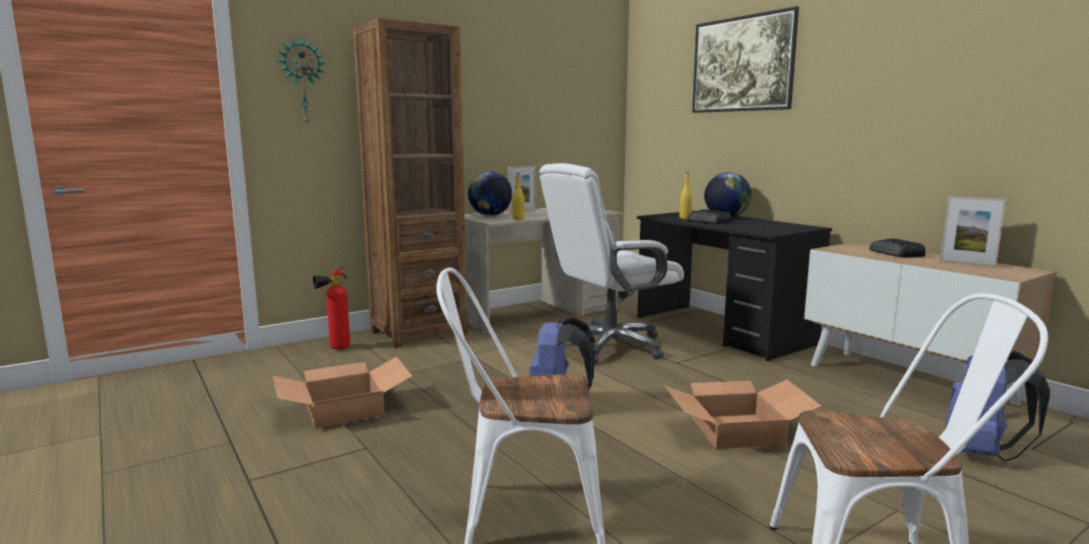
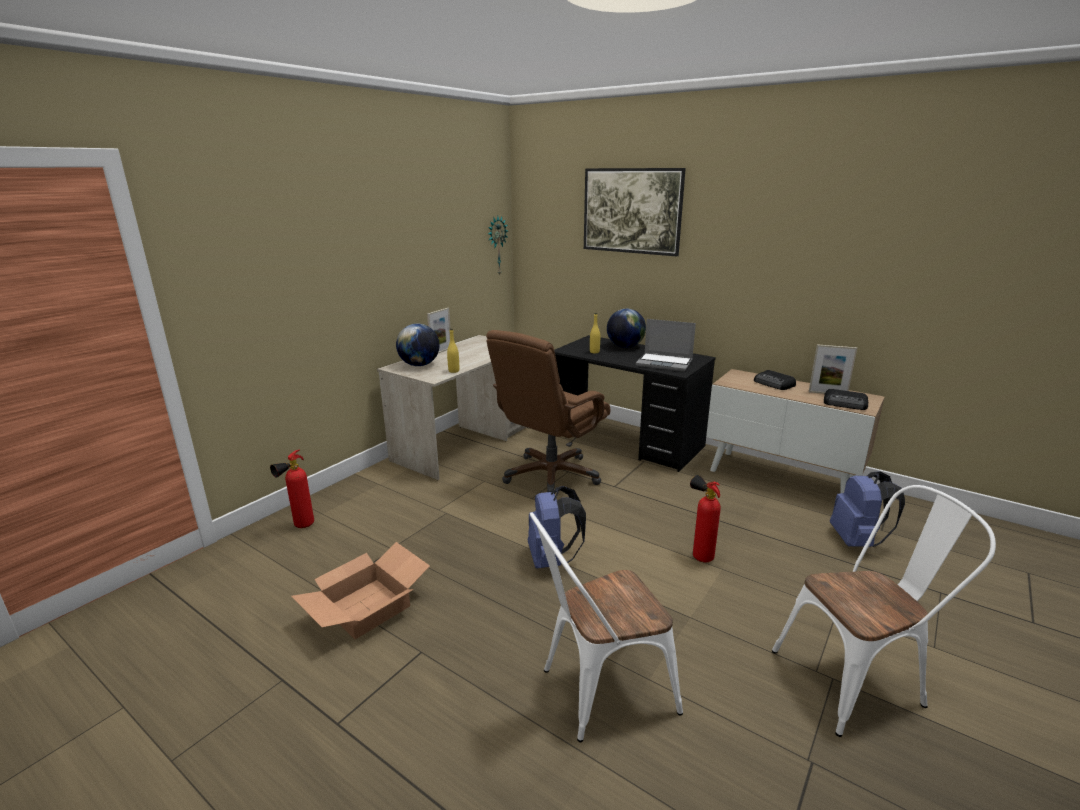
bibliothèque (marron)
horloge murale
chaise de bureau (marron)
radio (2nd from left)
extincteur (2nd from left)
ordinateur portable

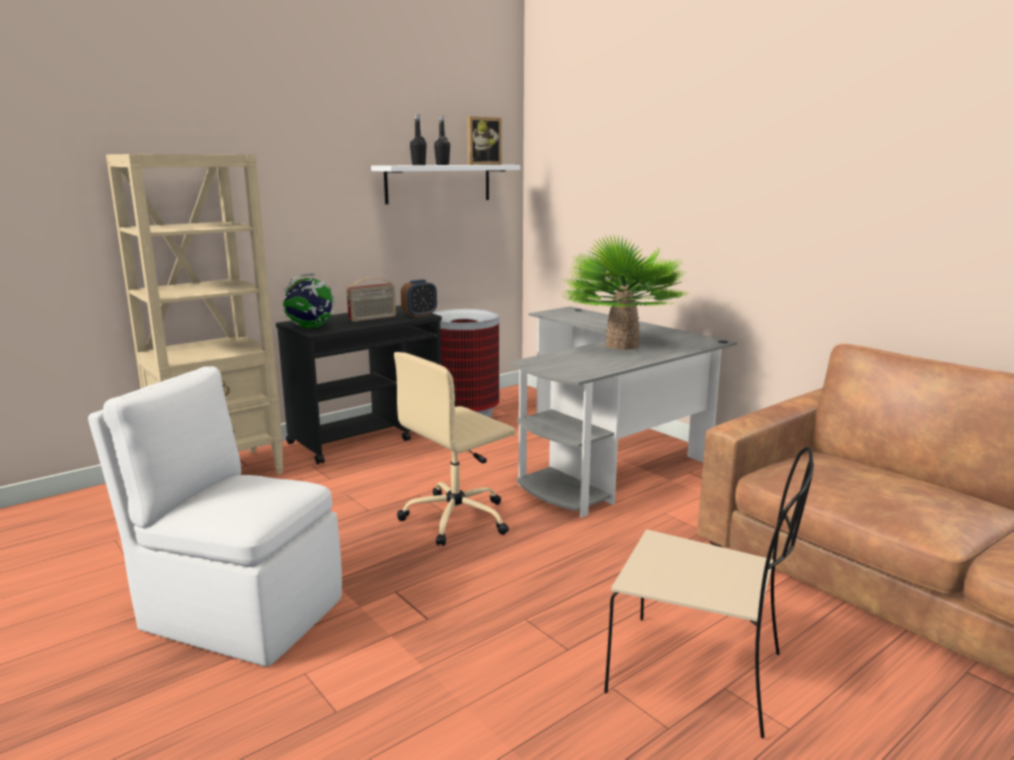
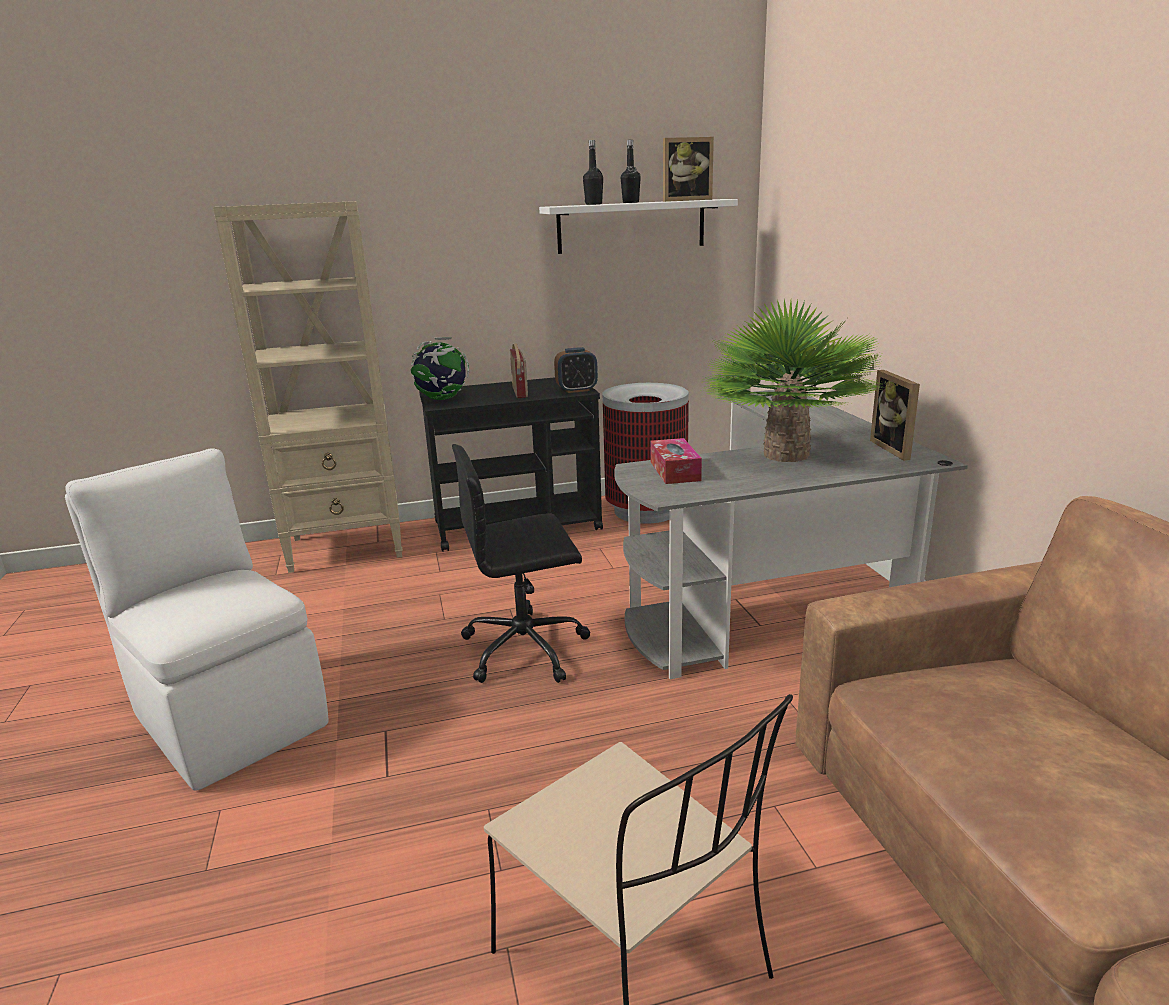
radio
chaise de bureau (noir)
cadre photo (2nd from left)
boîte à mouchoirs

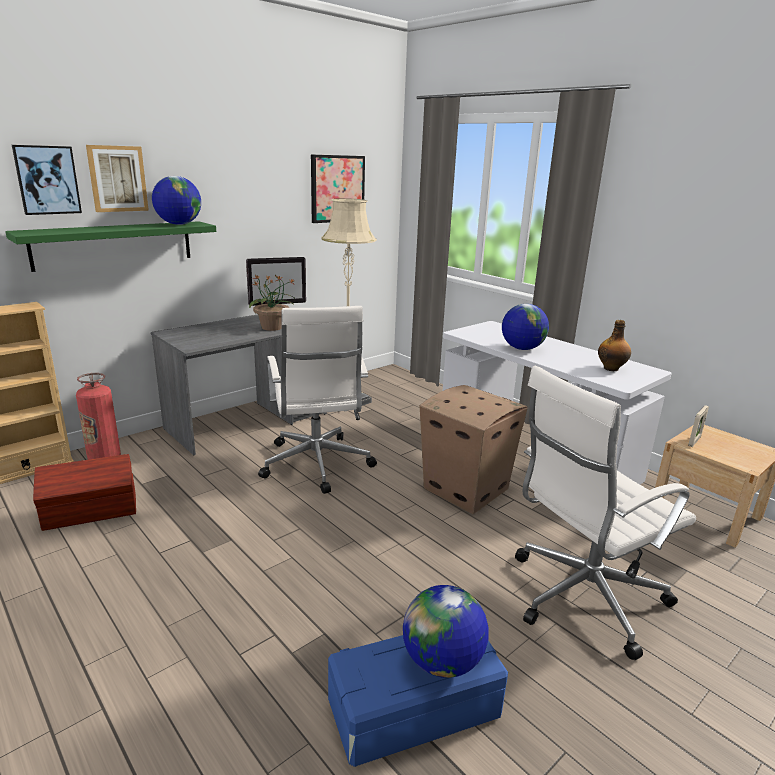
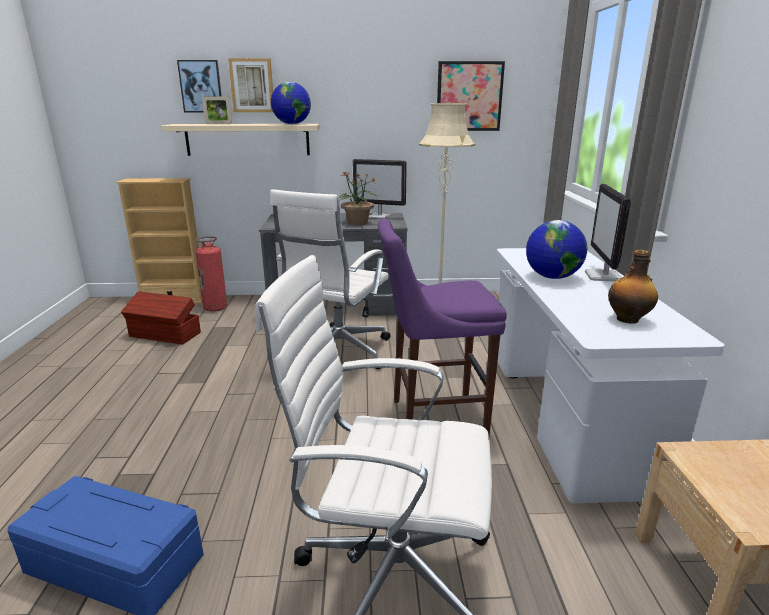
étagère (beige)
tabouret (violet)
cadre photo
globe (2nd from left in the first image)
écran d'ordinateur (2nd from left)

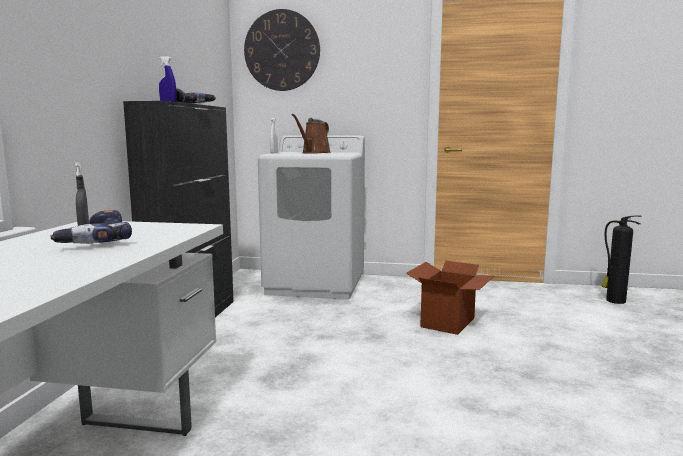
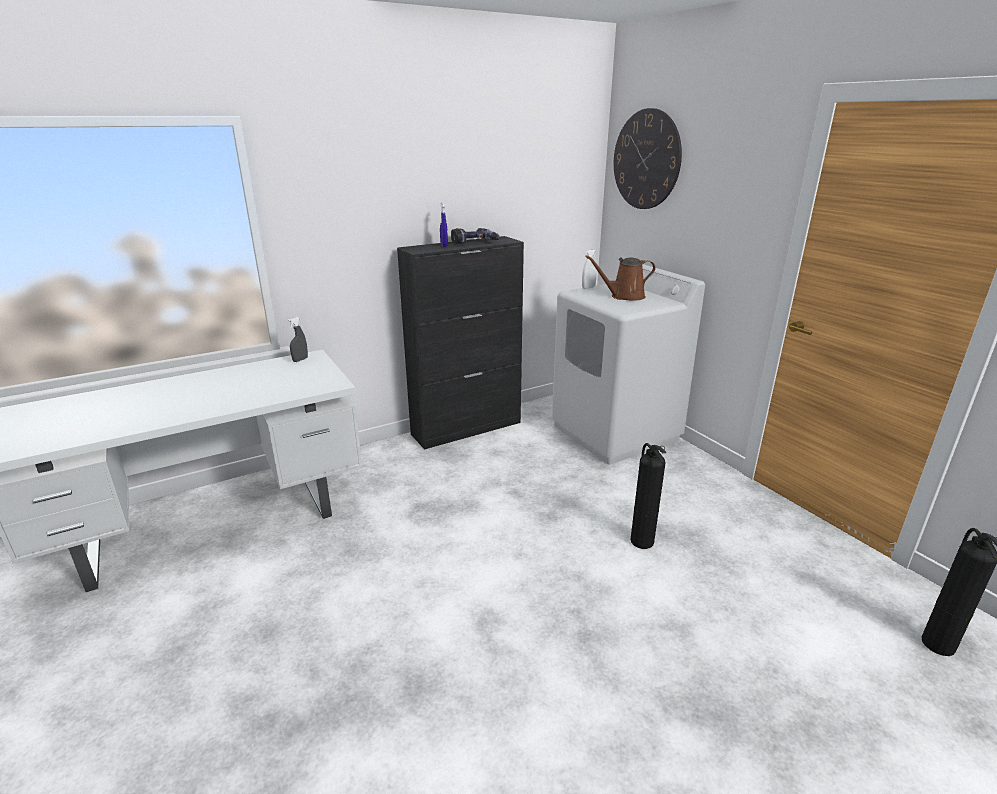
perceuse (1st from left in the first image)
extincteur (1st from left)

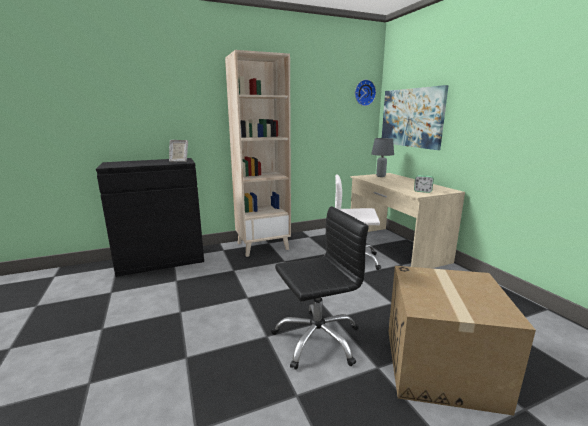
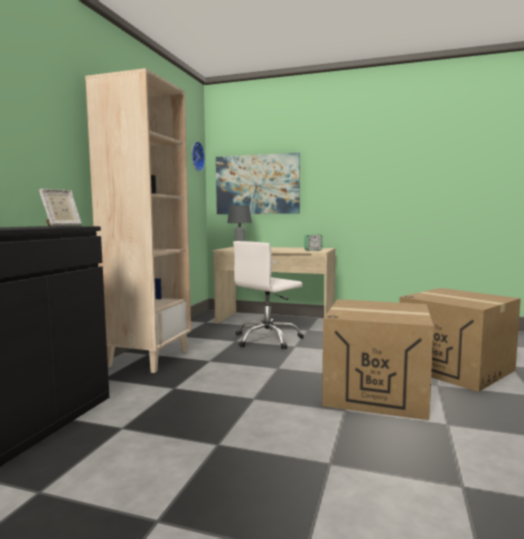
carton (1st from left)

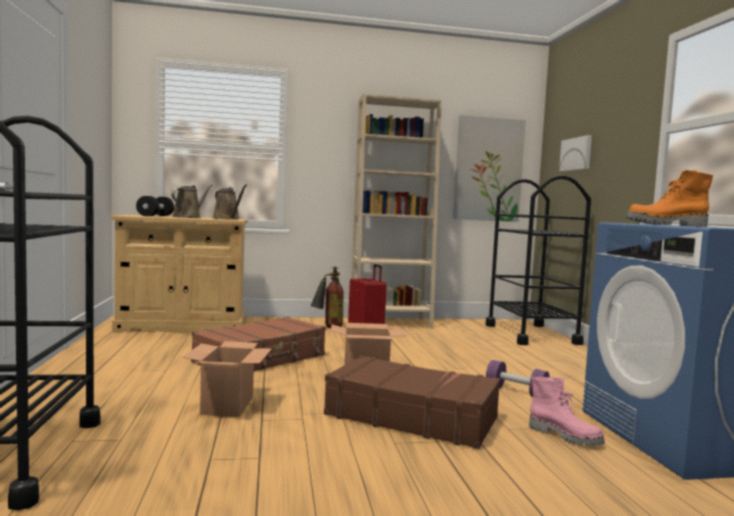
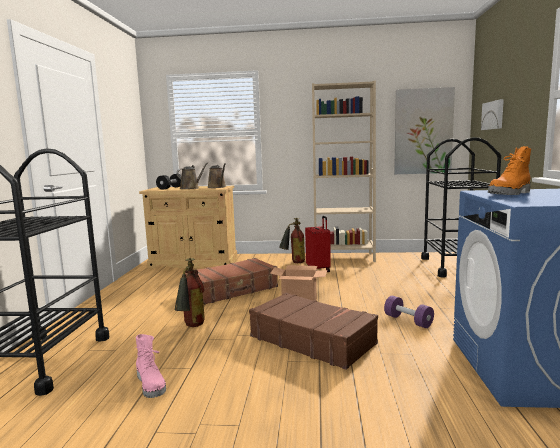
botte (orange)
extincteur (1st from left)
botte (rose)

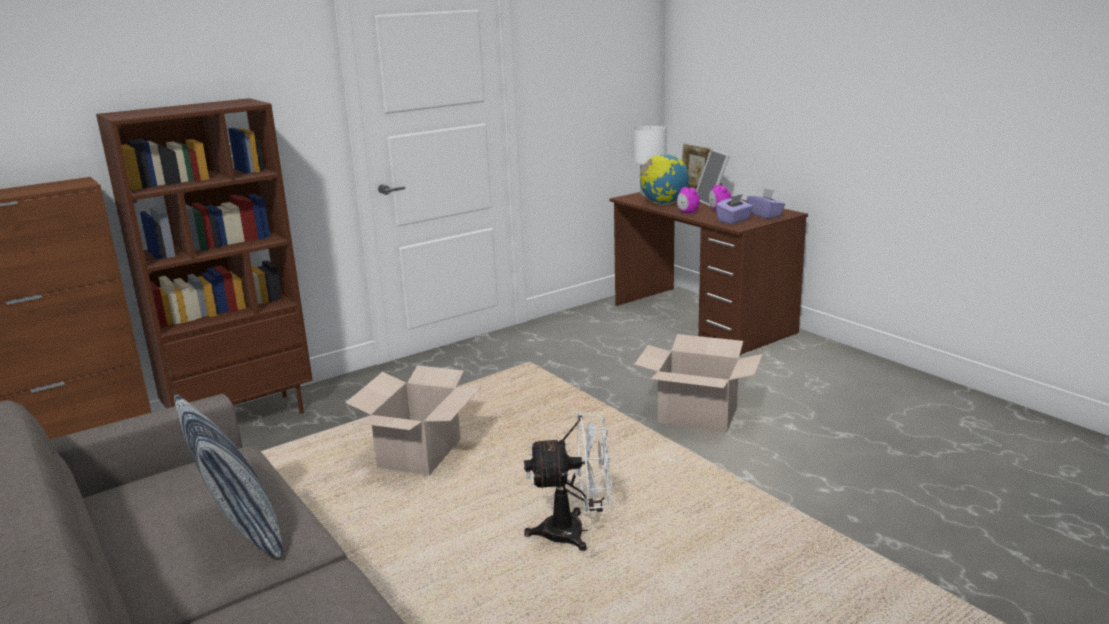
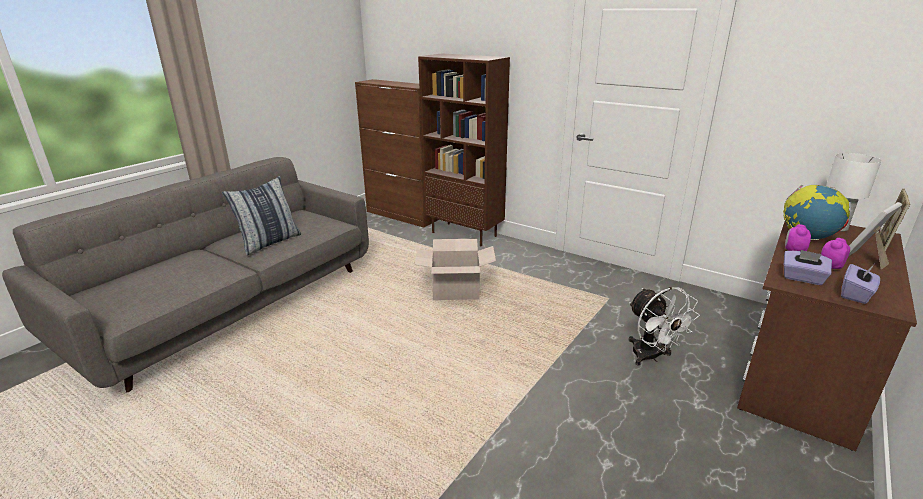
carton (2nd from left in the first image)
ventilateur (blanc)

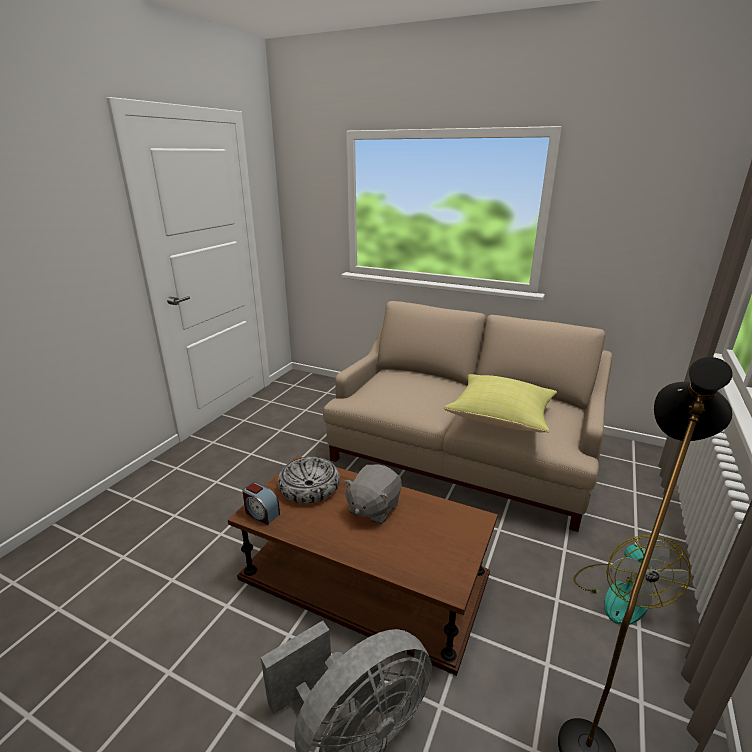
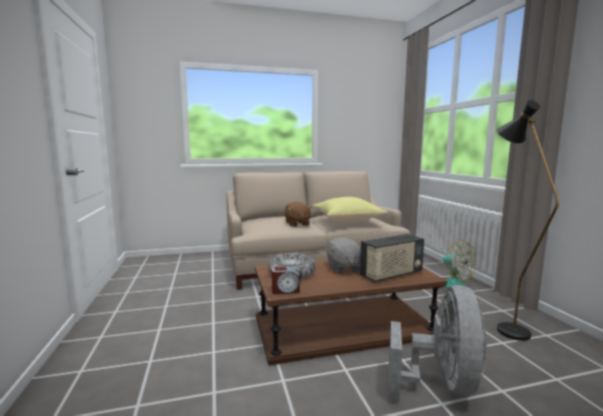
peluche (marron)
radio

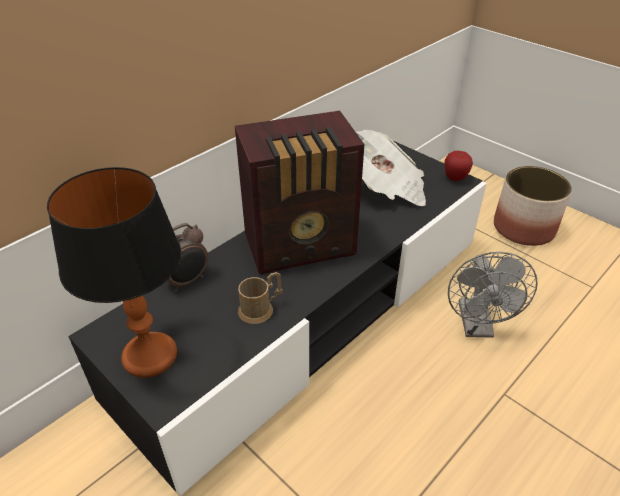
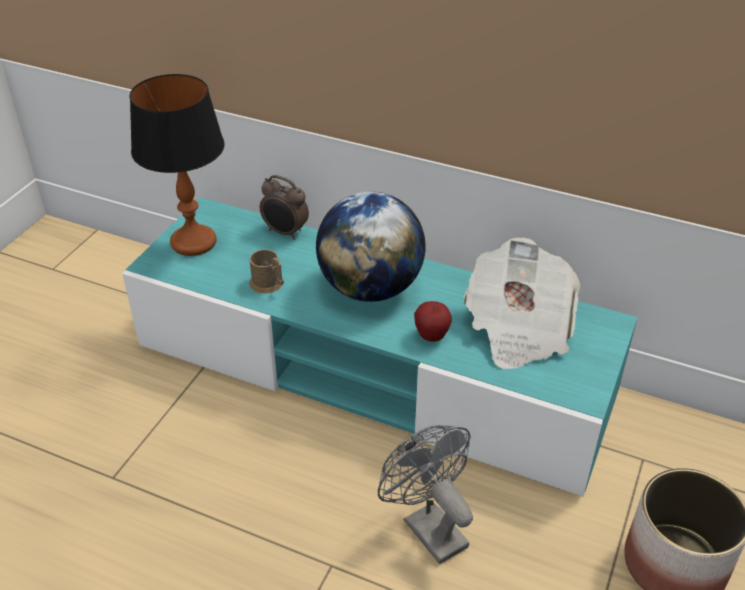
globe
meuble télé (turquoise)
pomme
ventilateur (gris)

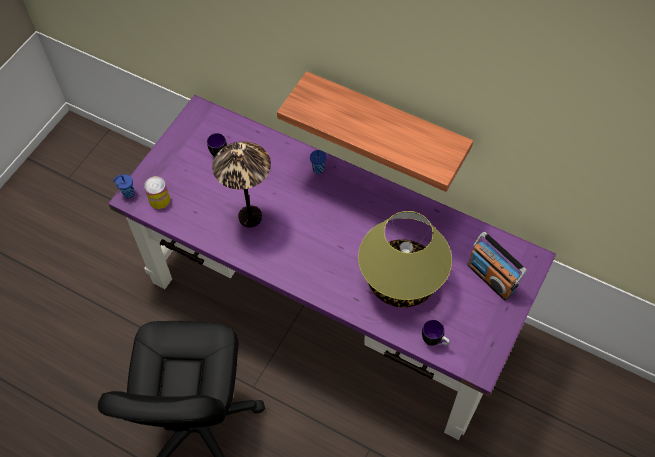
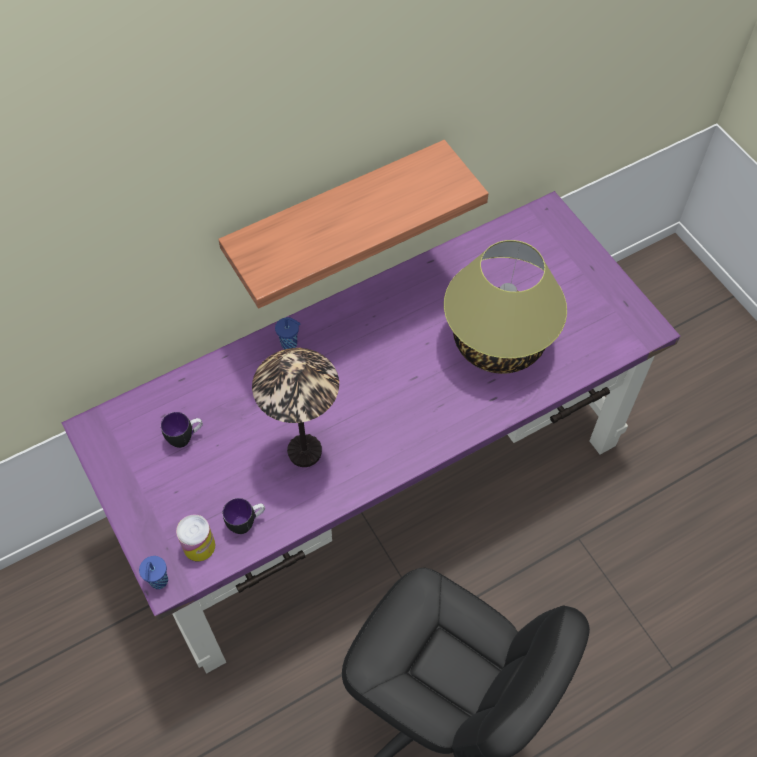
radio
mug (2nd from left)

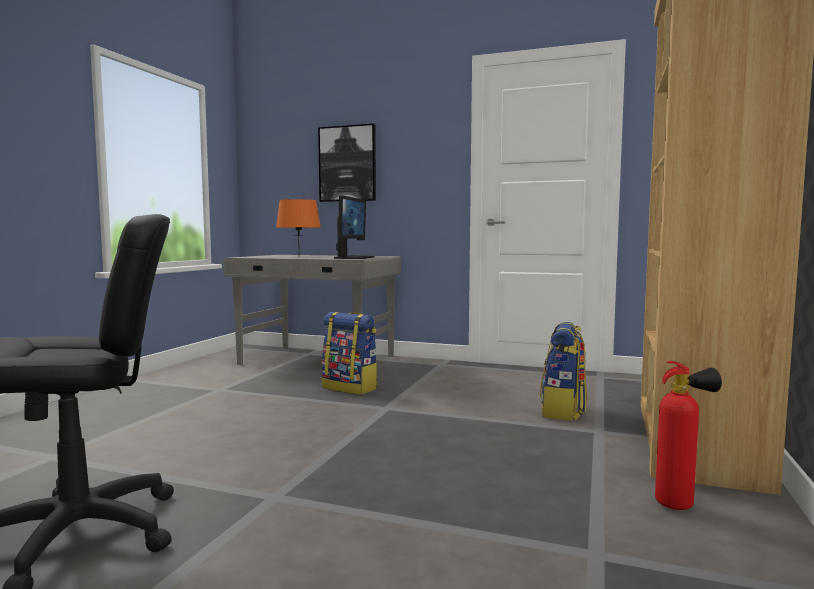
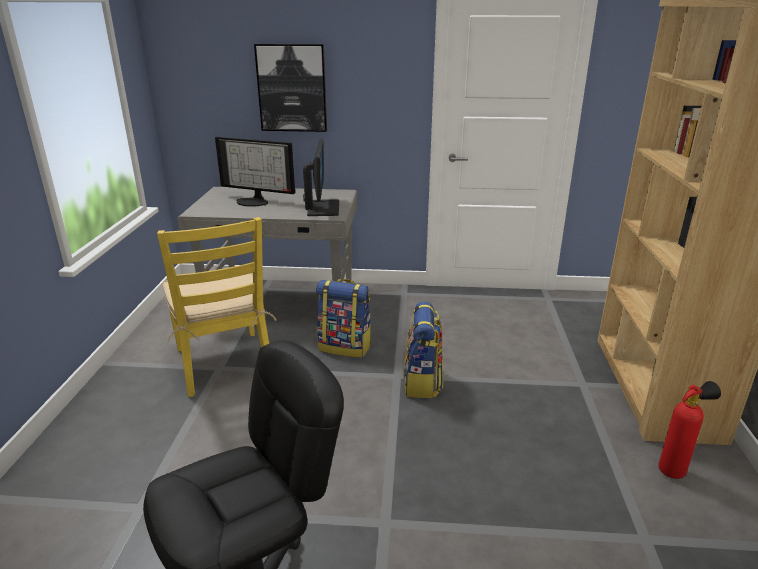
écran d'ordinateur (1st from left)
sac à dos (2nd from left)
chaise (jaune)

